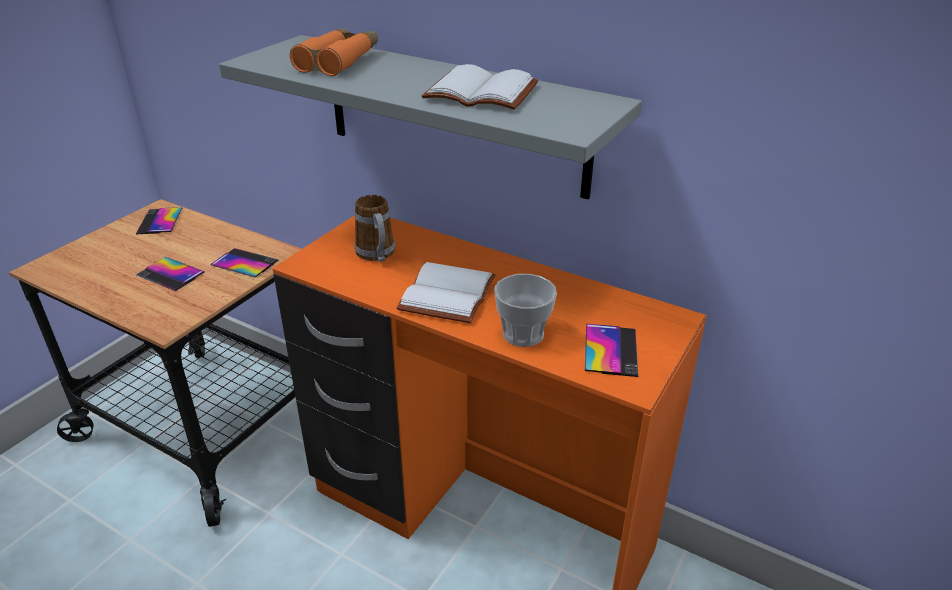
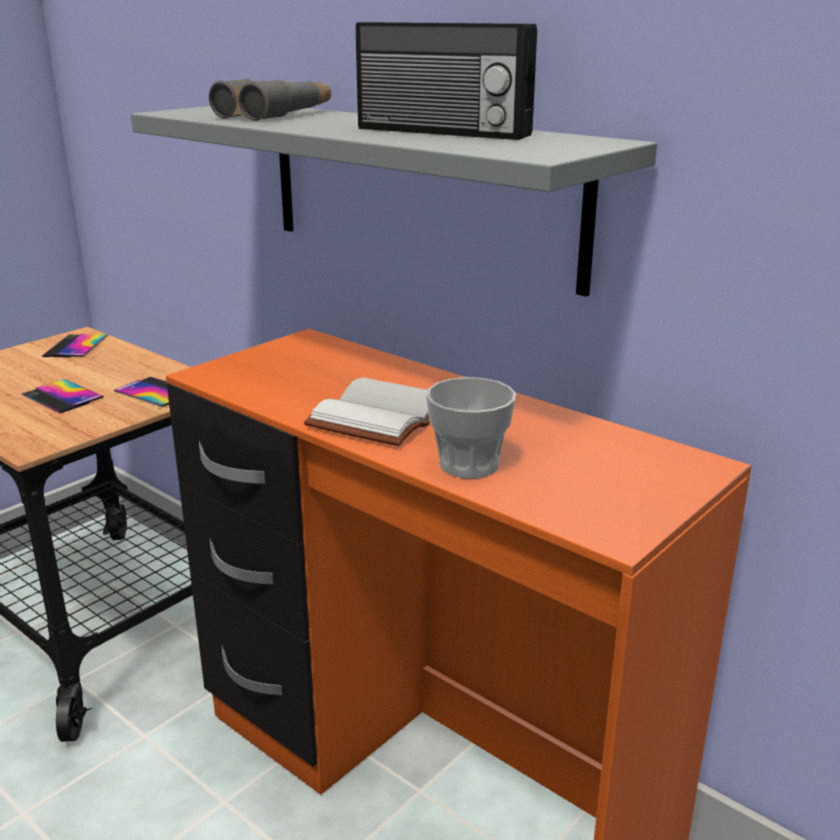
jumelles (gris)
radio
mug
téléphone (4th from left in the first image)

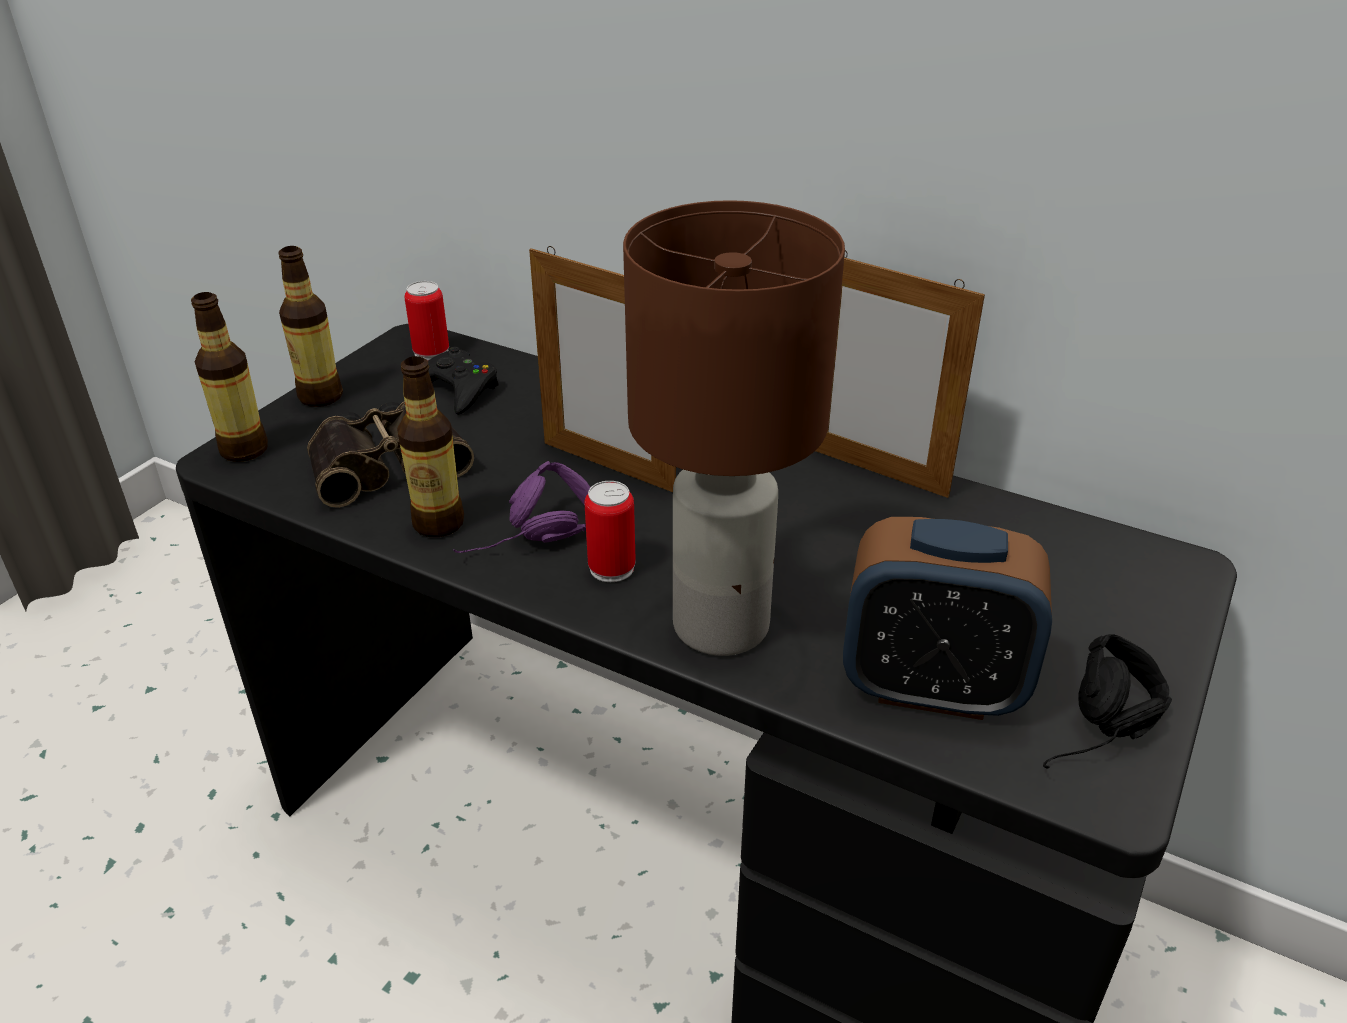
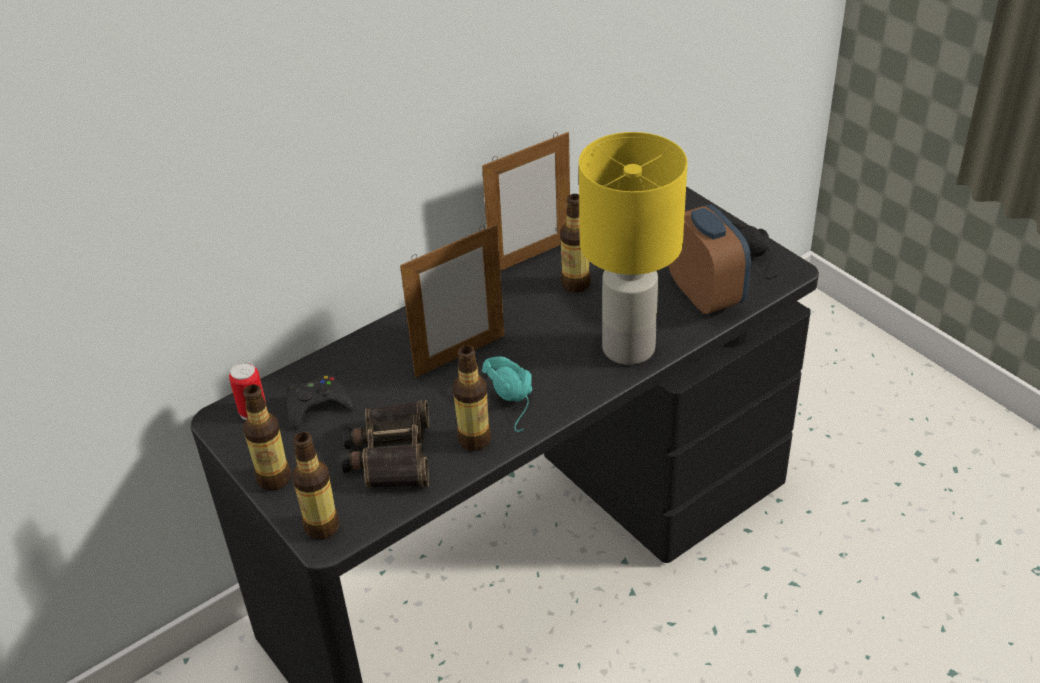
lampe de table (jaune)
casque audio (turquoise)
boîte métallique (2nd from left in the first image)
réveil
bouteille (4th from left)

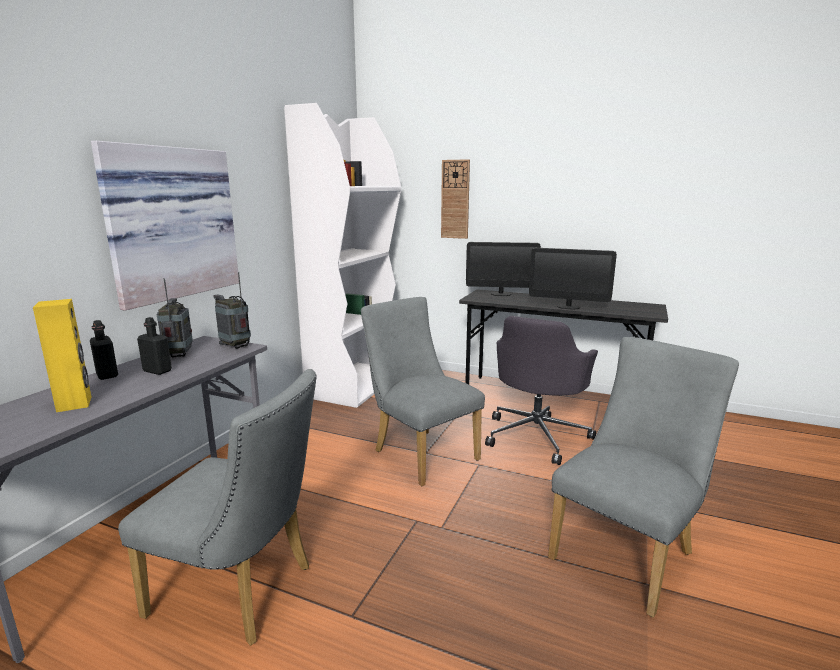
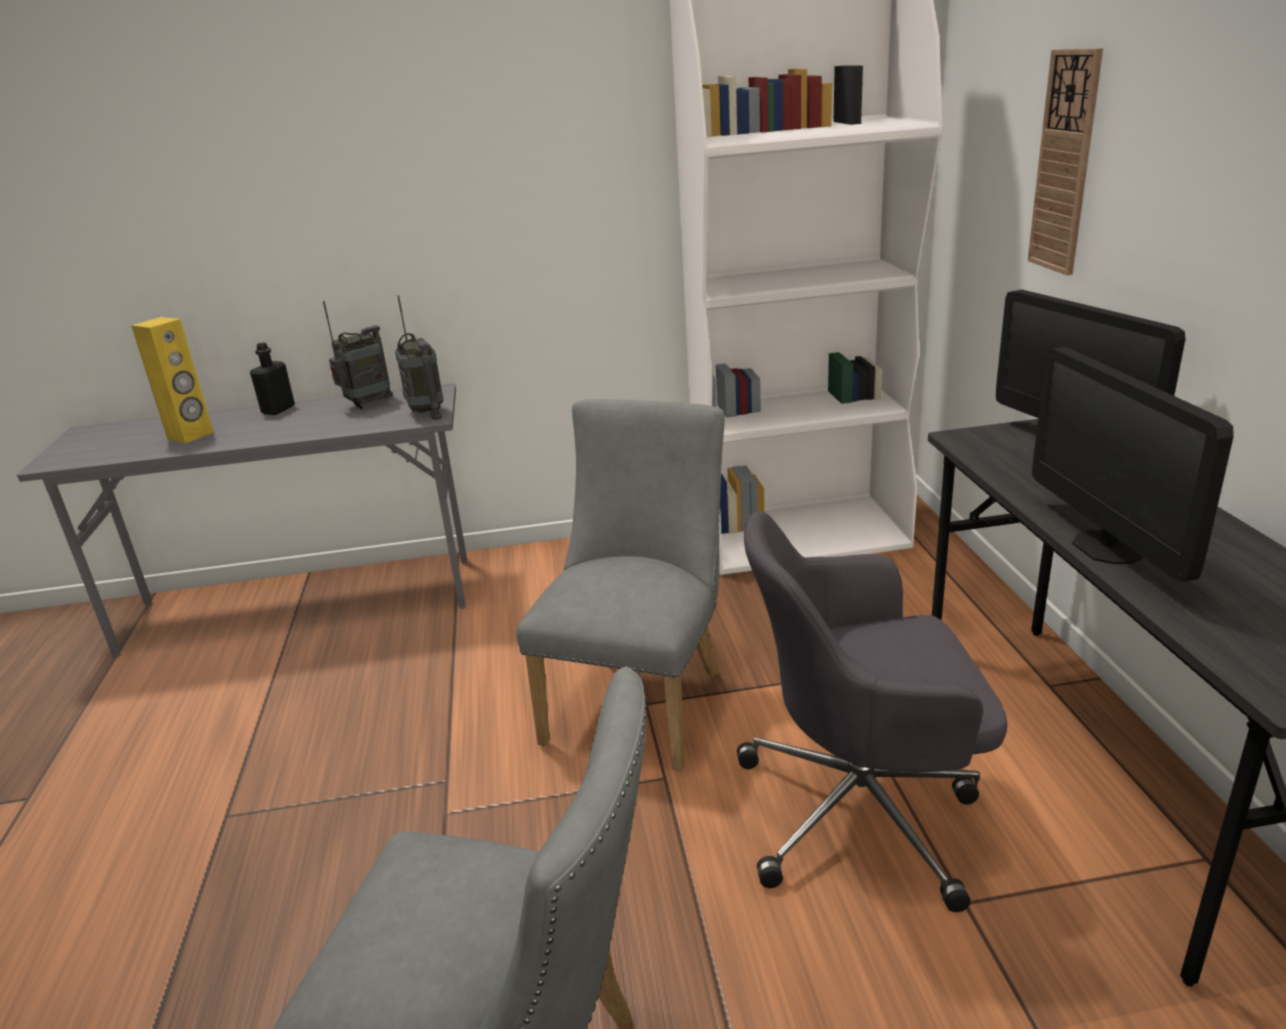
tableau
radio (2nd from left)
bouteille (noir) (2nd from left in the first image)
chaise (gris) (1st from left in the first image)

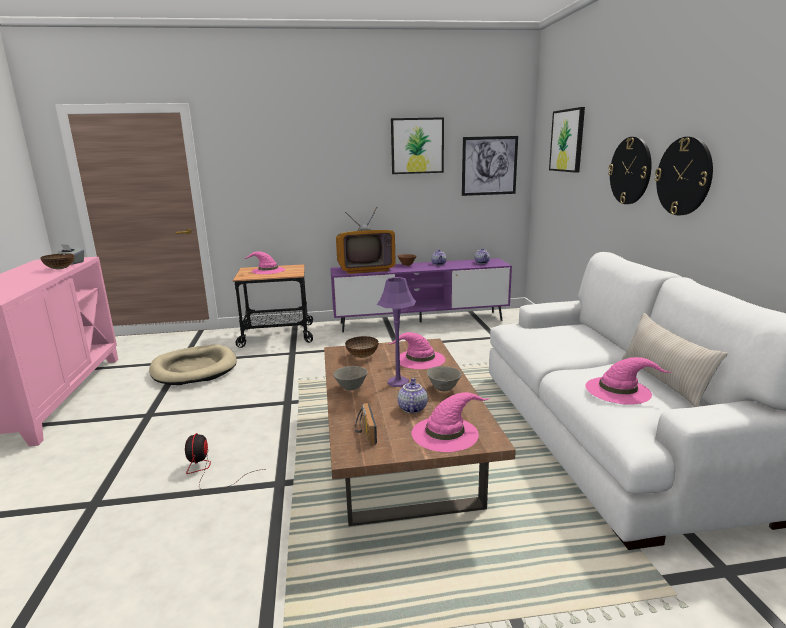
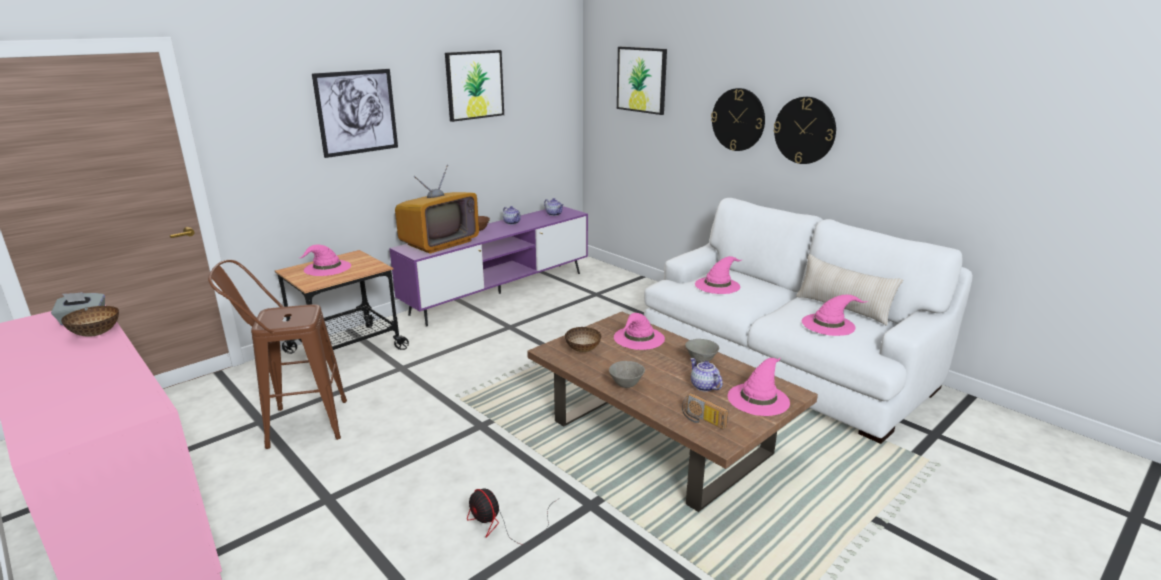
tableau (1st from left)
lampe de table (violet)
tabouret (marron)
chapeau (rose) (3rd from left)

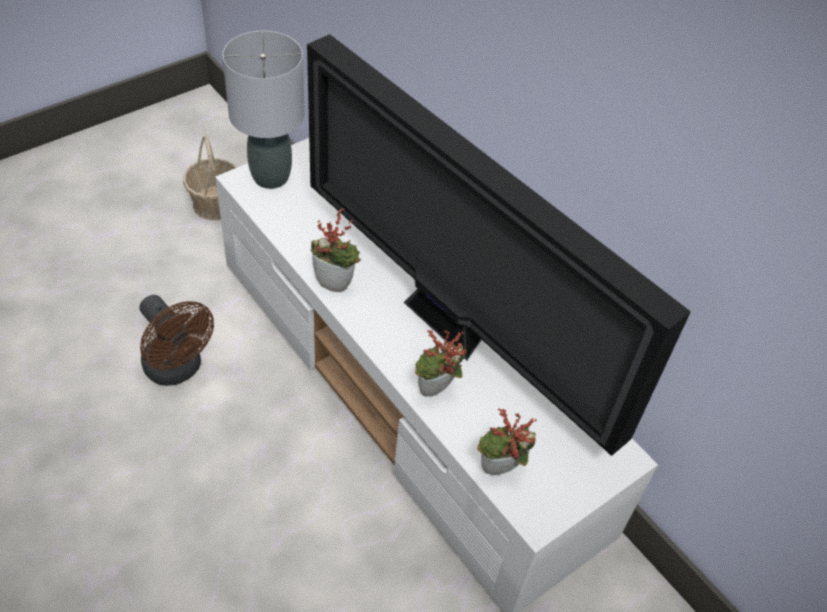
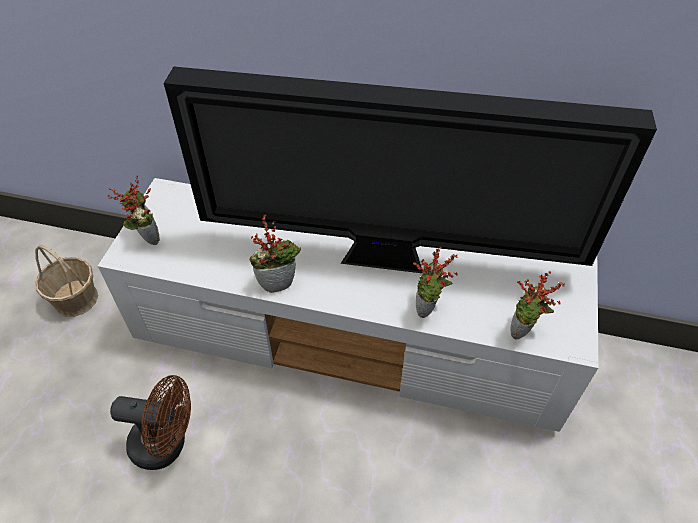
plante en pot (1st from left)

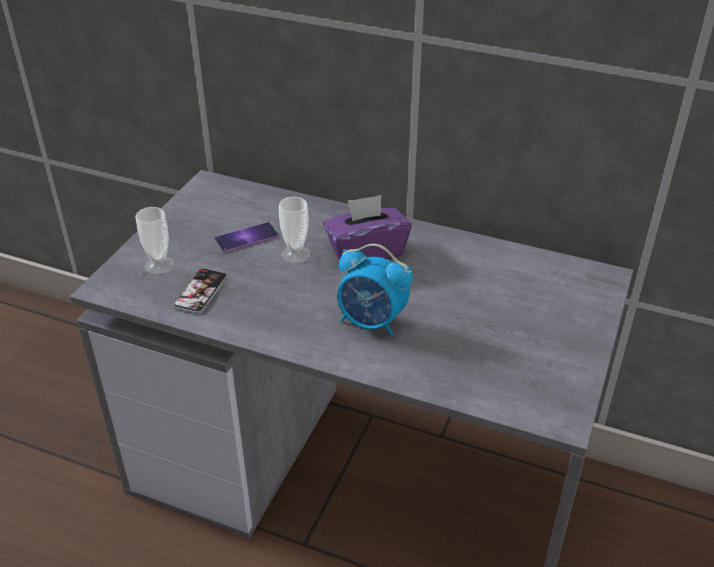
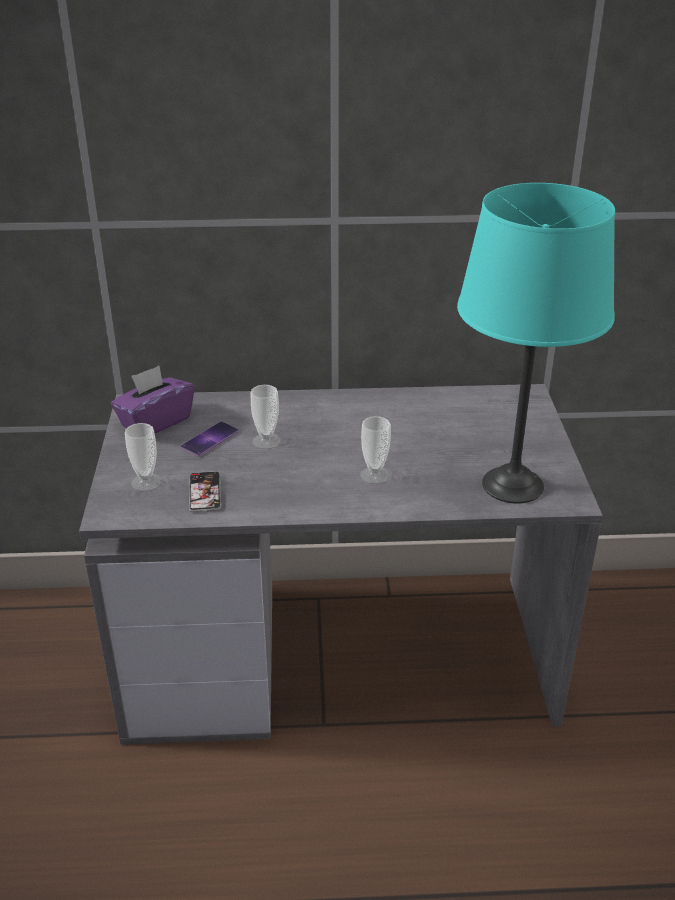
boîte à mouchoirs (violet)
tasse (3rd from left)
lampe de table (turquoise)

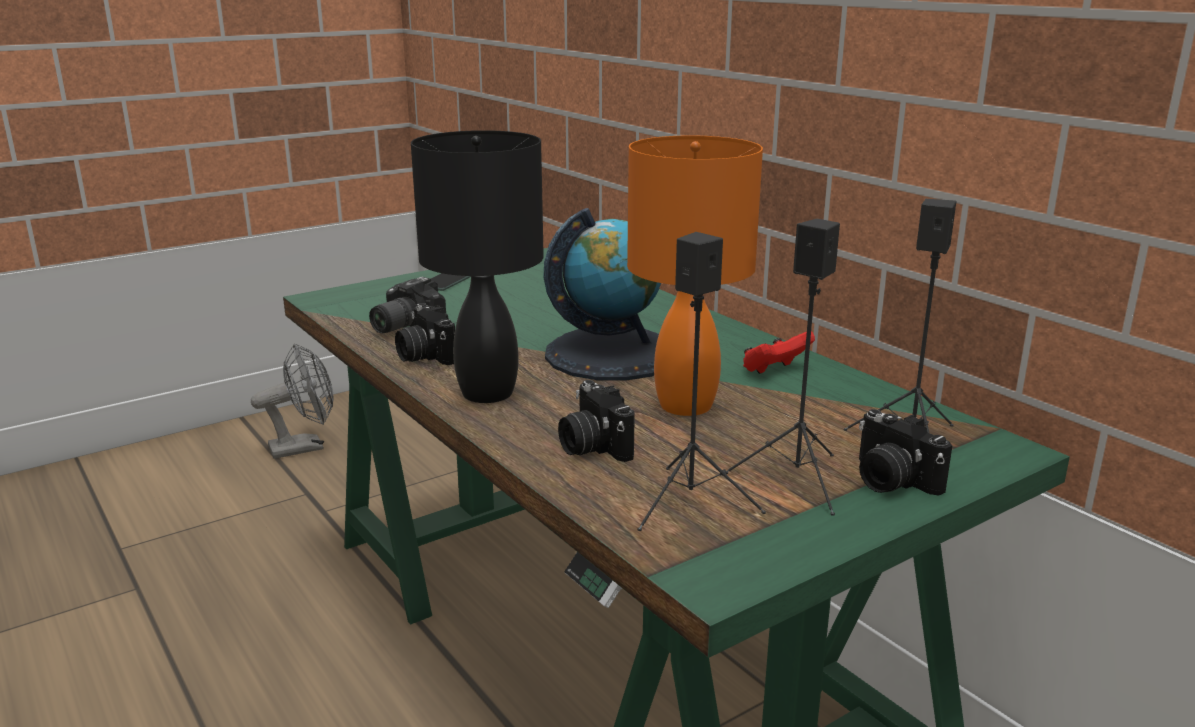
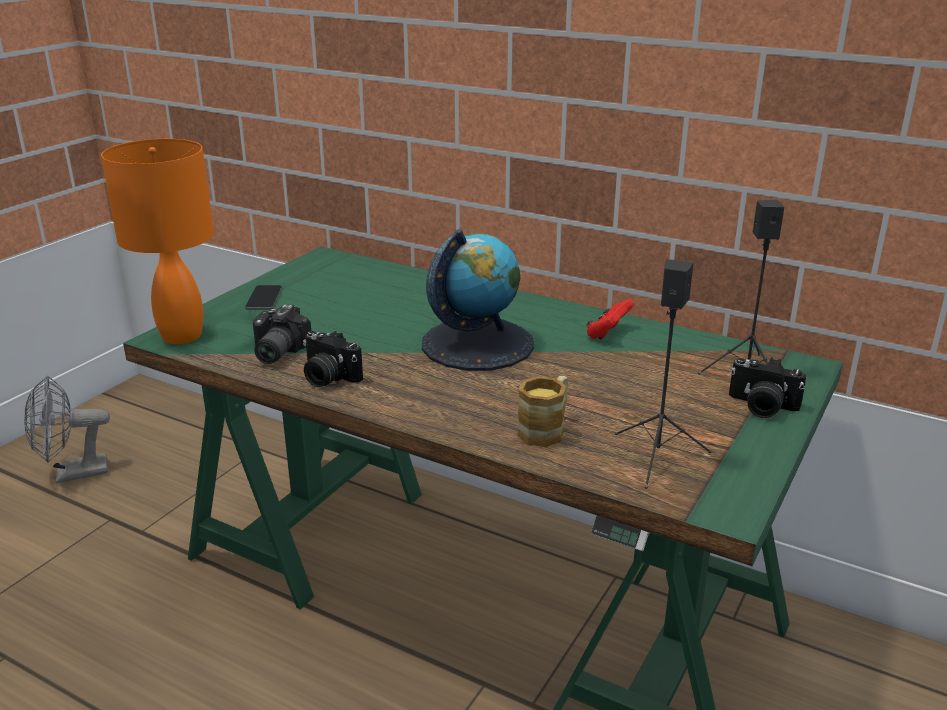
lampe de table (noir)
lampe de table (orange)
enceinte (noir) (2nd from left in the first image)
ventilateur (gris)
mug

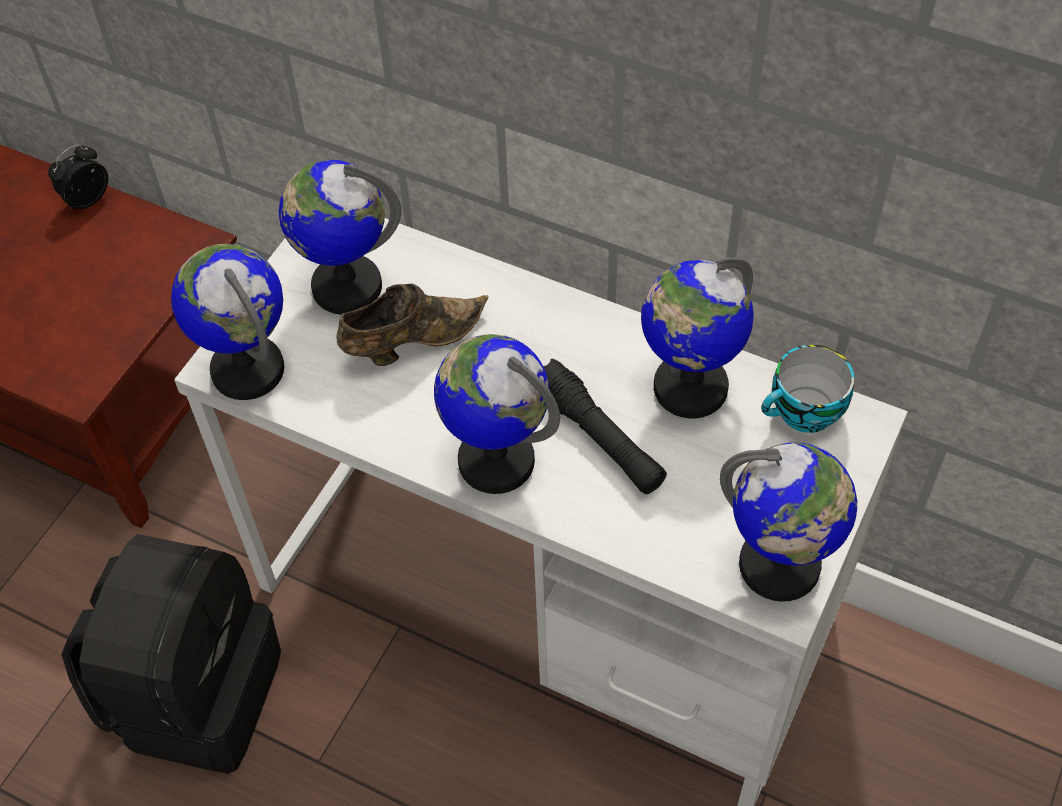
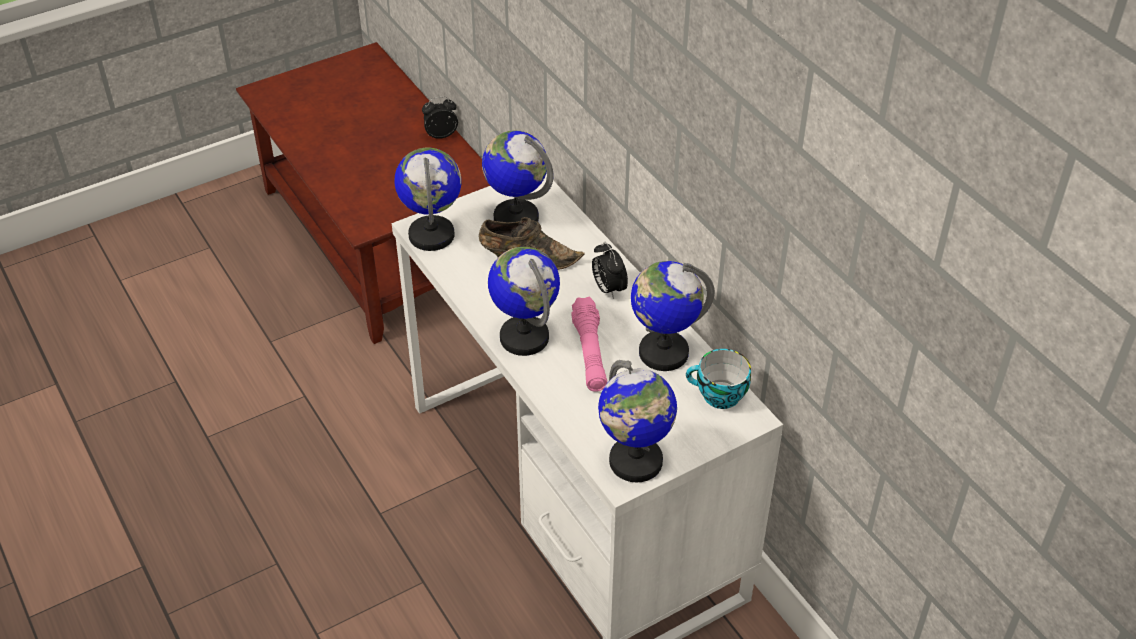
lampe de poche (rose)
sac à dos (noir)
réveil (2nd from left)

